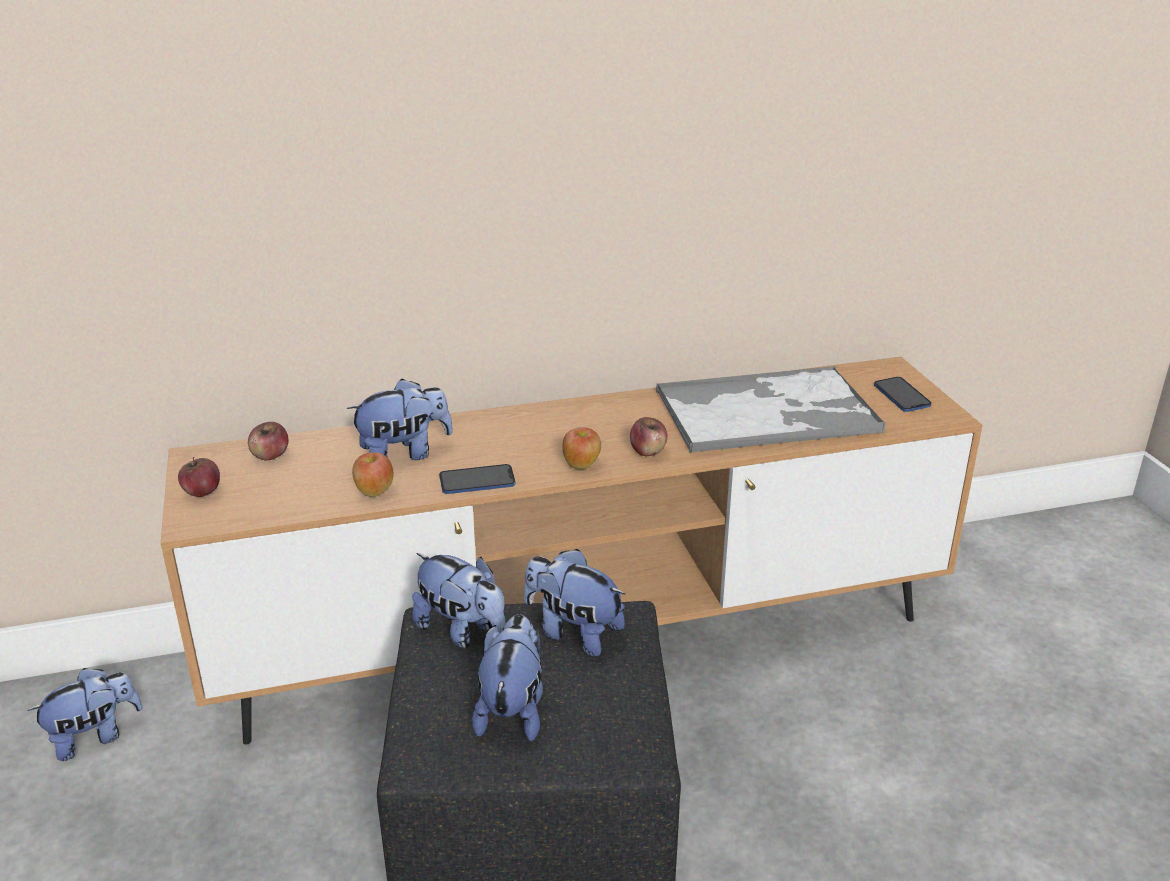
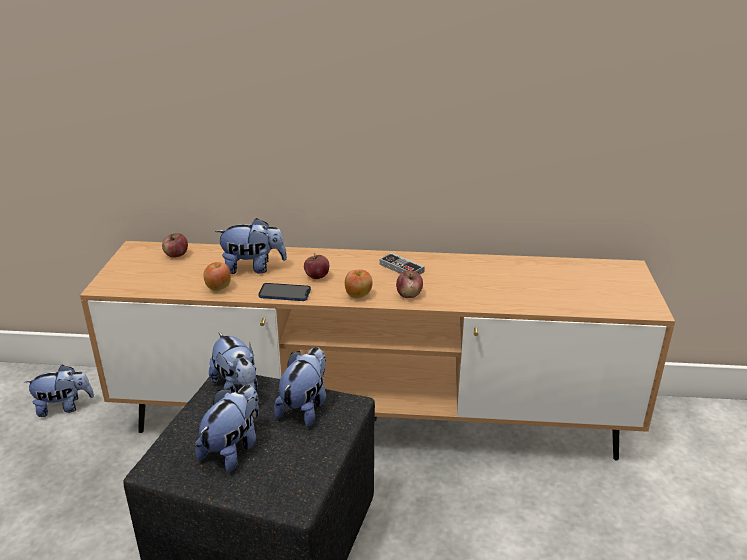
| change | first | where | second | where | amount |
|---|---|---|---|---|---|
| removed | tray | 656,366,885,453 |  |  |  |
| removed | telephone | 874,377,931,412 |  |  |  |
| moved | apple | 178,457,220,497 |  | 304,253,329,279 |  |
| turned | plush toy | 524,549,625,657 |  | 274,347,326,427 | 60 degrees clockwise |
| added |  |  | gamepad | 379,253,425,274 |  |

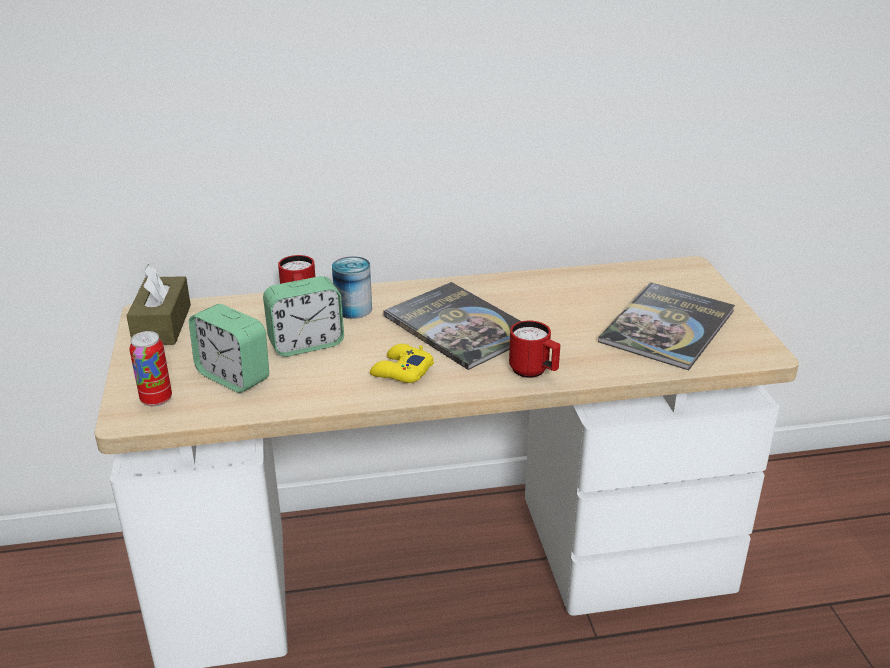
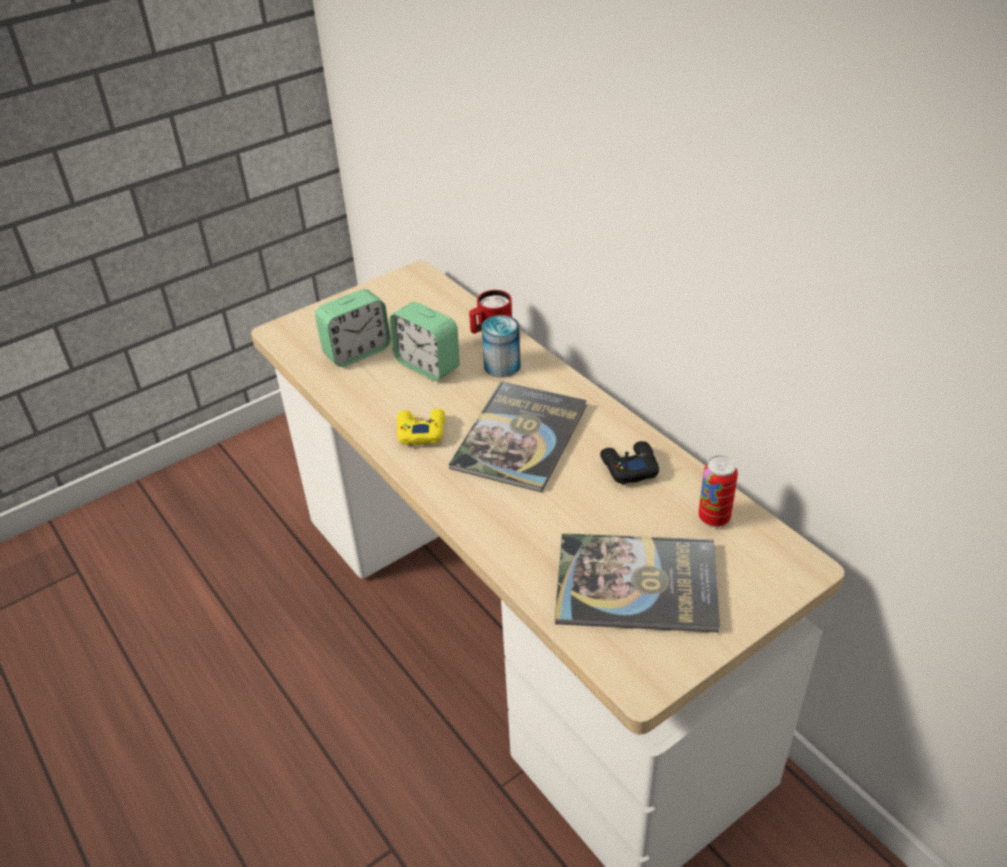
| change | first | where | second | where | amount |
|---|---|---|---|---|---|
| removed | brown-coloured tissue holder | 126,264,191,345 |  |  |  |
| turned | table clock | 189,304,269,393 |  | 315,289,391,367 | 135 degrees counterclockwise |
| removed | red-coloured mug | 509,320,560,378 |  |  |  |
| moved | sealed can | 129,331,172,407 |  | 698,455,738,527 |  |
| added |  |  | blackish gamepad | 600,441,659,484 |  |

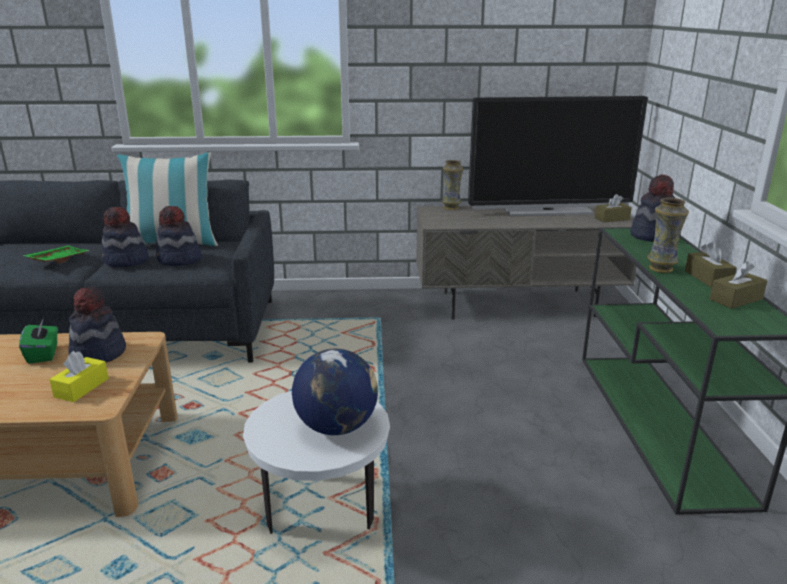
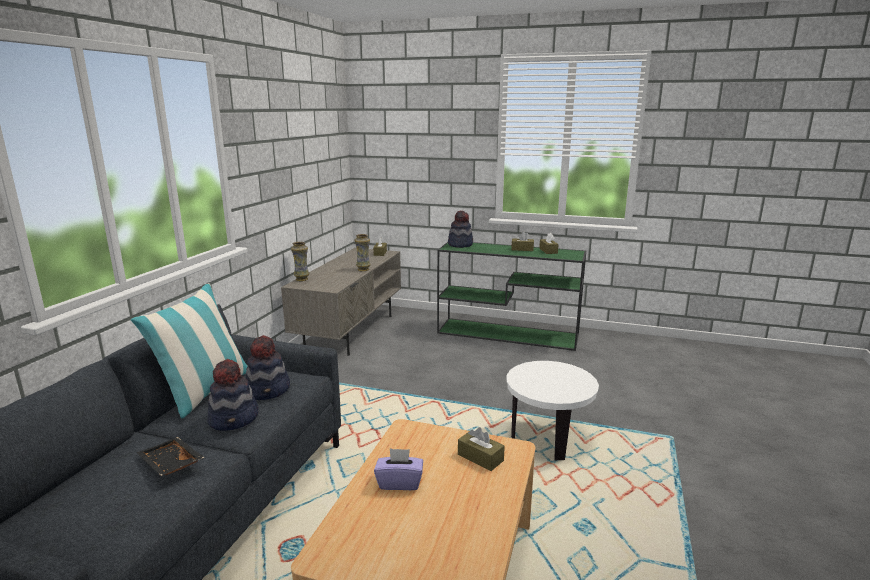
| change | first | where | second | where | amount |
|---|---|---|---|---|---|
| removed | TV | 468,96,648,216 |  |  |  |
| moved | decorative vase | 647,198,689,273 |  | 354,234,371,271 |  |
| recoloured | green-coloured tray | 22,245,90,263 | blackish tray | 136,437,204,476 |  |
| removed | clothing hat | 68,287,126,362 |  |  |  |
| recoloured | green-coloured tissue holder | 19,318,58,364 | purplish tissue holder | 374,448,423,490 |  |
| removed | desk globe | 292,349,378,435 |  |  |  |
| recoloured | yellow tissue holder | 49,351,109,402 | brown-coloured tissue holder | 458,427,505,471 |  |

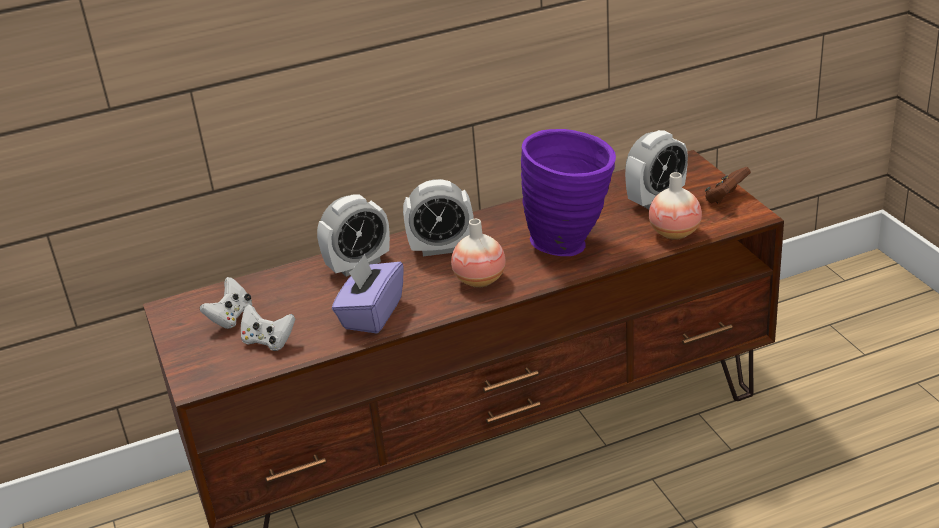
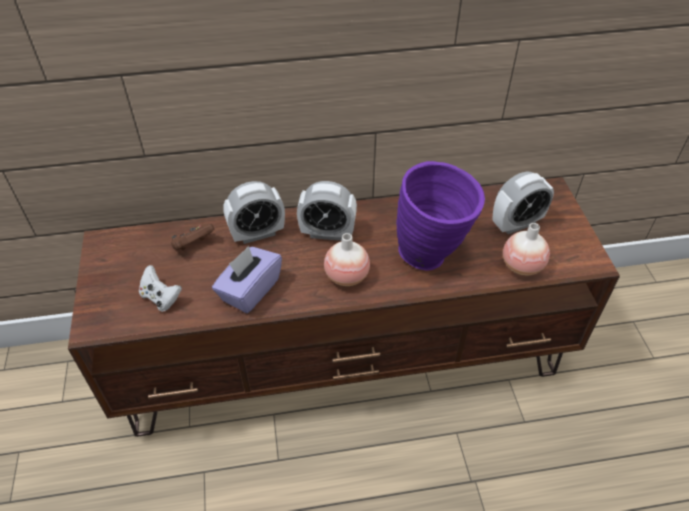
| change | first | where | second | where | amount |
|---|---|---|---|---|---|
| moved | brown-coloured gamepad | 705,167,751,204 |  | 171,224,215,250 |  |
| removed | white-coloured gamepad | 200,277,252,329 |  |  |  |

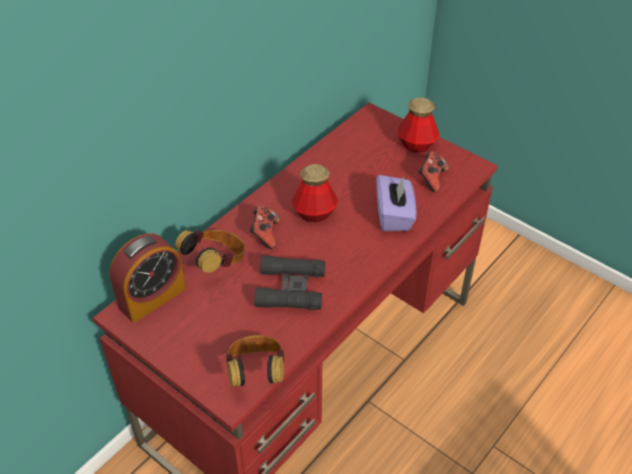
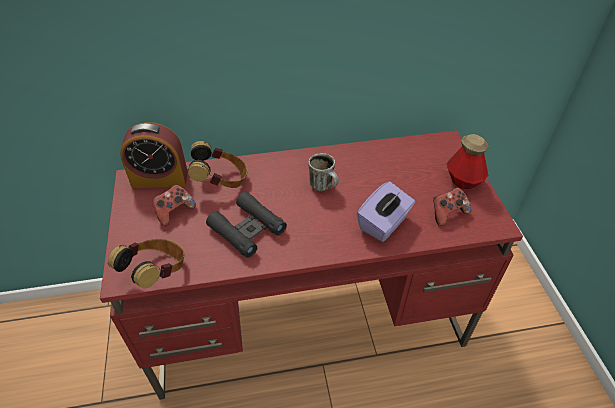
| change | first | where | second | where | amount |
|---|---|---|---|---|---|
| replaced | beverage bottle | 291,164,338,222 | mug | 308,153,338,191 |  |
| moved | gamepad | 249,206,280,249 |  | 152,185,196,226 |  |

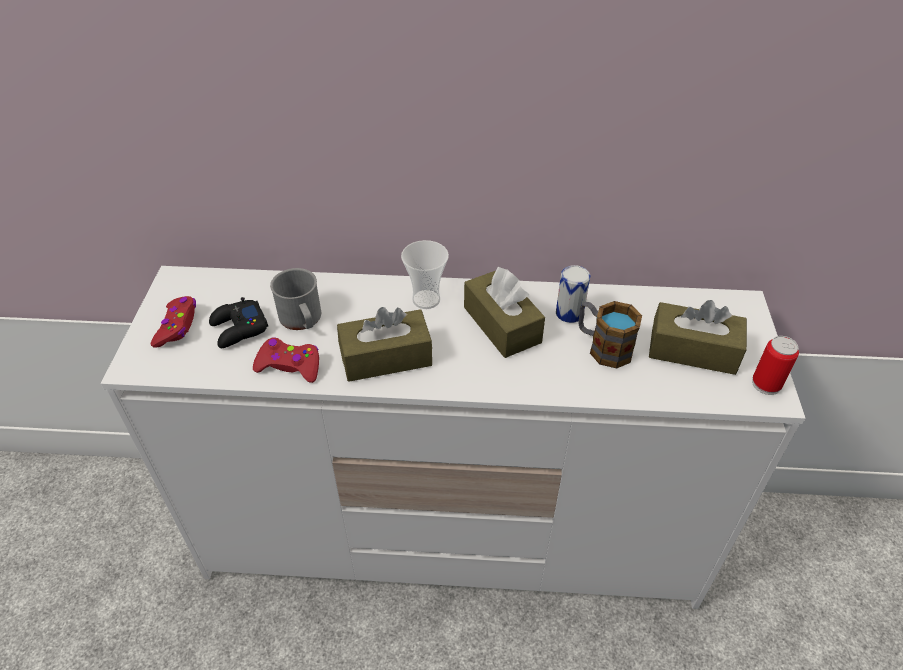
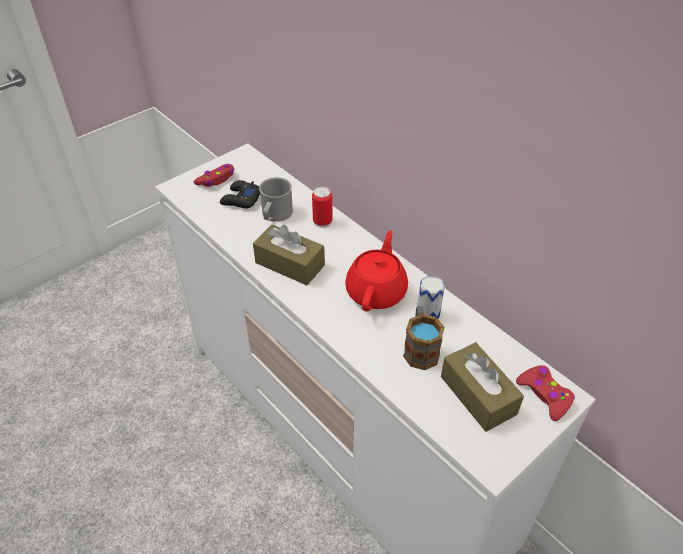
| change | first | where | second | where | amount |
|---|---|---|---|---|---|
| removed | small cup | 401,240,449,309 |  |  |  |
| replaced | brown-coloured tissue holder | 464,267,545,358 | red-coloured tea pot | 345,230,408,312 |  |
| moved | sealed can | 752,336,799,395 |  | 312,186,333,228 |  |
| moved | red-coloured gamepad | 253,338,319,383 |  | 516,365,575,421 |  |

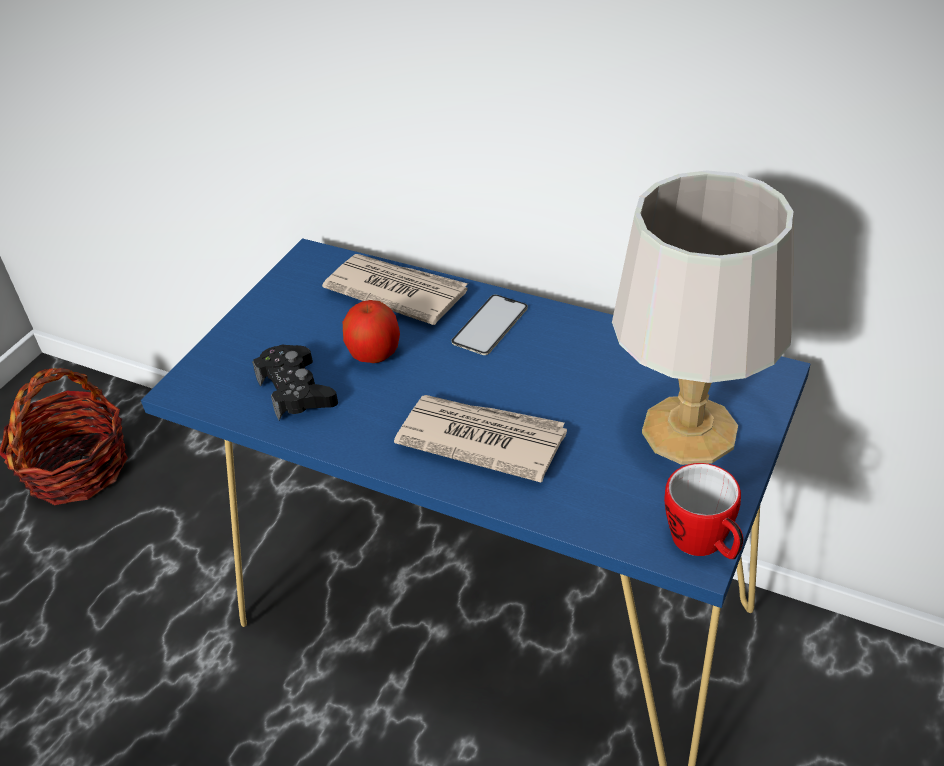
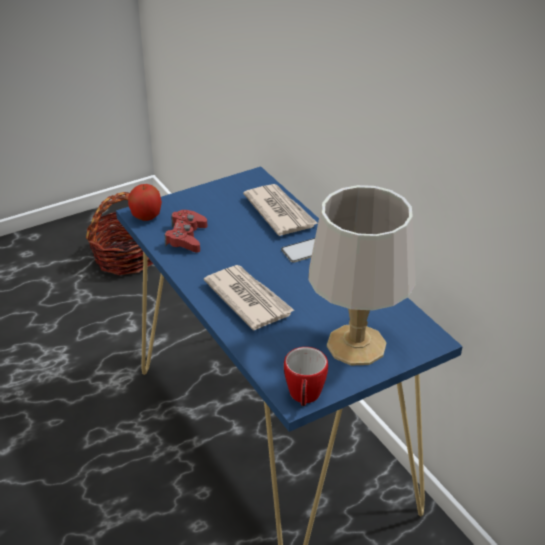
| change | first | where | second | where | amount |
|---|---|---|---|---|---|
| moved | apple | 343,300,400,363 |  | 128,184,162,221 |  |
| recoloured | blackish gamepad | 252,344,338,420 | red-coloured gamepad | 165,210,208,252 |  |

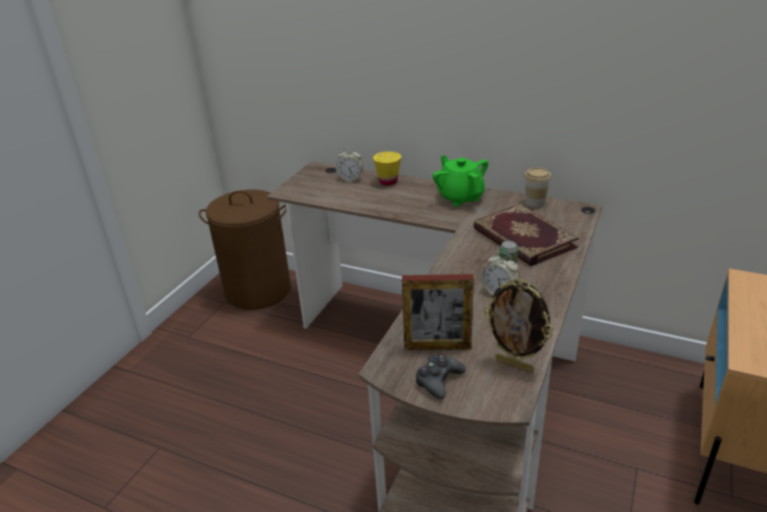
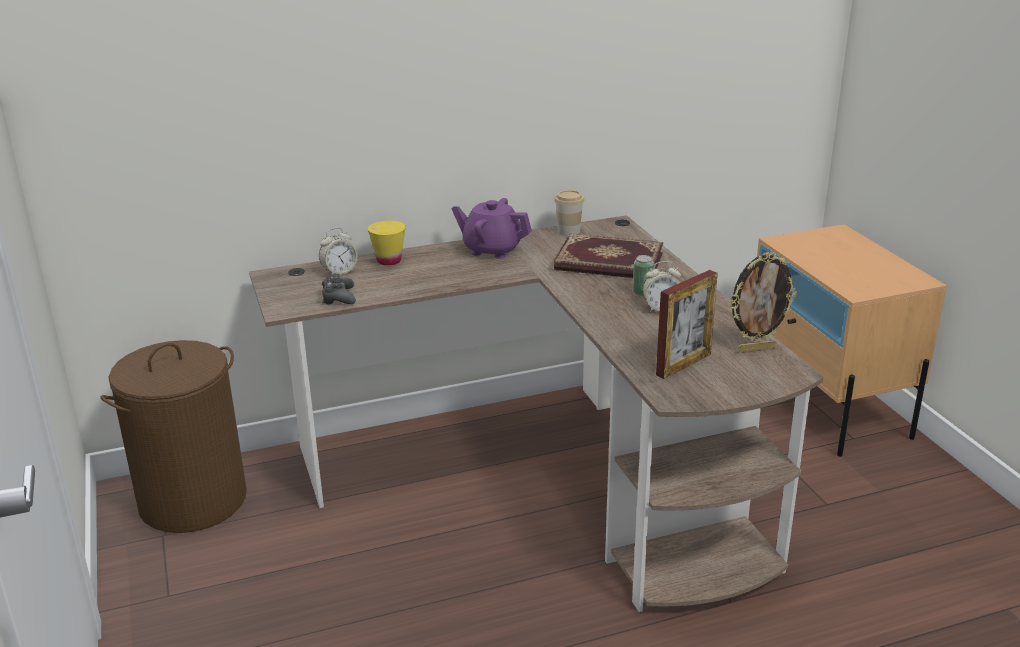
| change | first | where | second | where | amount |
|---|---|---|---|---|---|
| recoloured | green-coloured tea pot | 432,155,488,207 | purplish tea pot | 451,198,532,259 |  |
| moved | blackish gamepad | 415,354,466,399 |  | 322,276,356,305 |  |

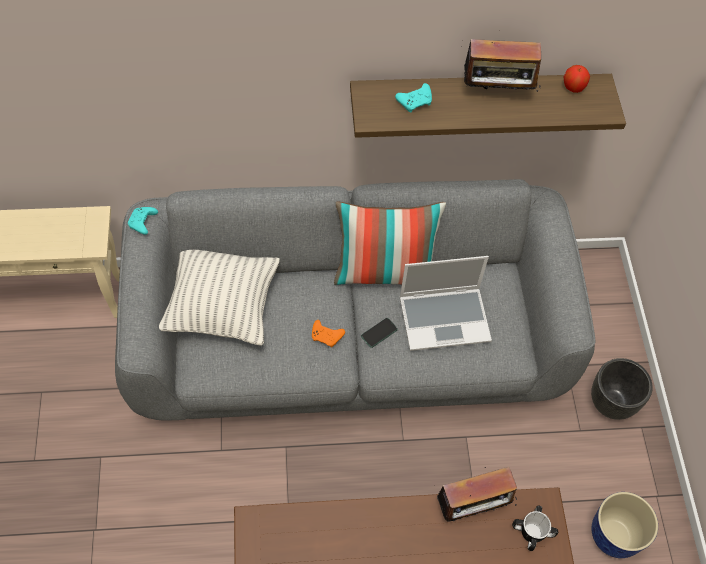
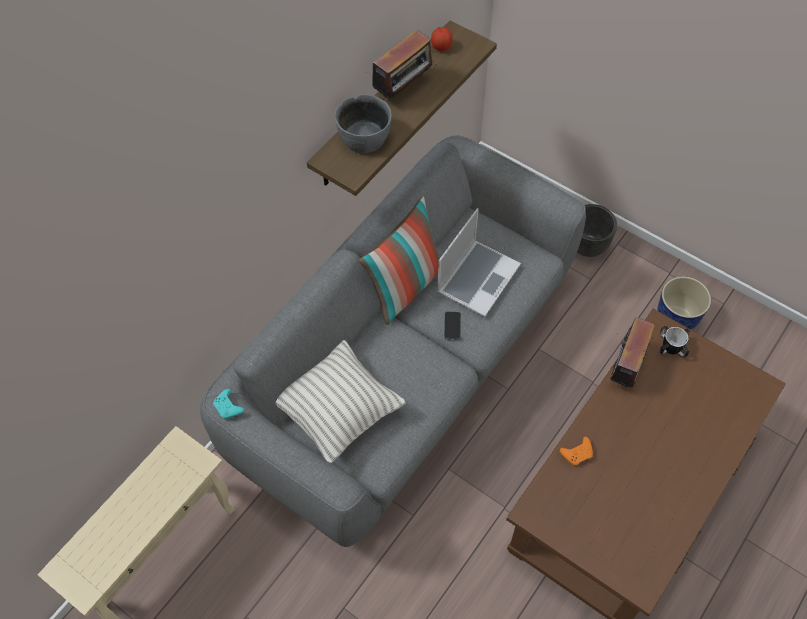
| change | first | where | second | where | amount |
|---|---|---|---|---|---|
| replaced | turquoise gamepad | 395,83,432,113 | gray serving bowl | 334,94,392,153 |  |
| moved | orangey gamepad | 312,320,345,347 |  | 560,437,593,466 |  |

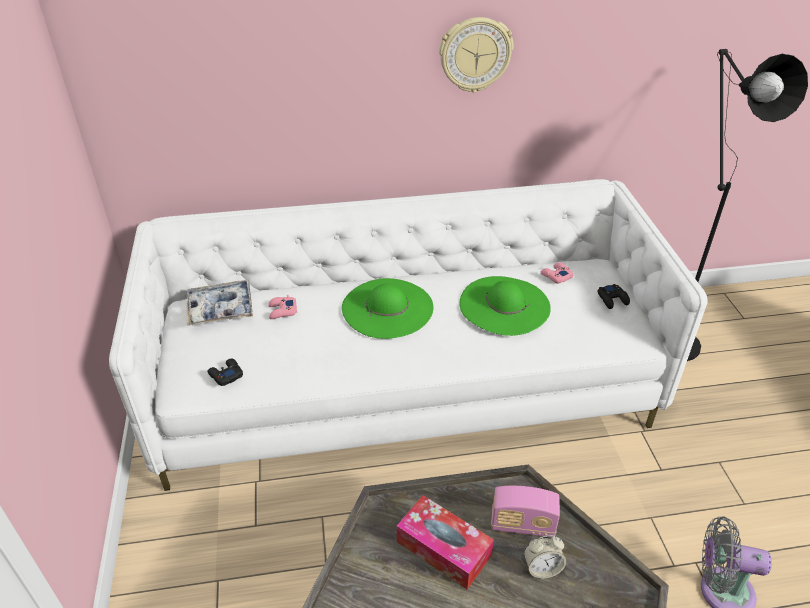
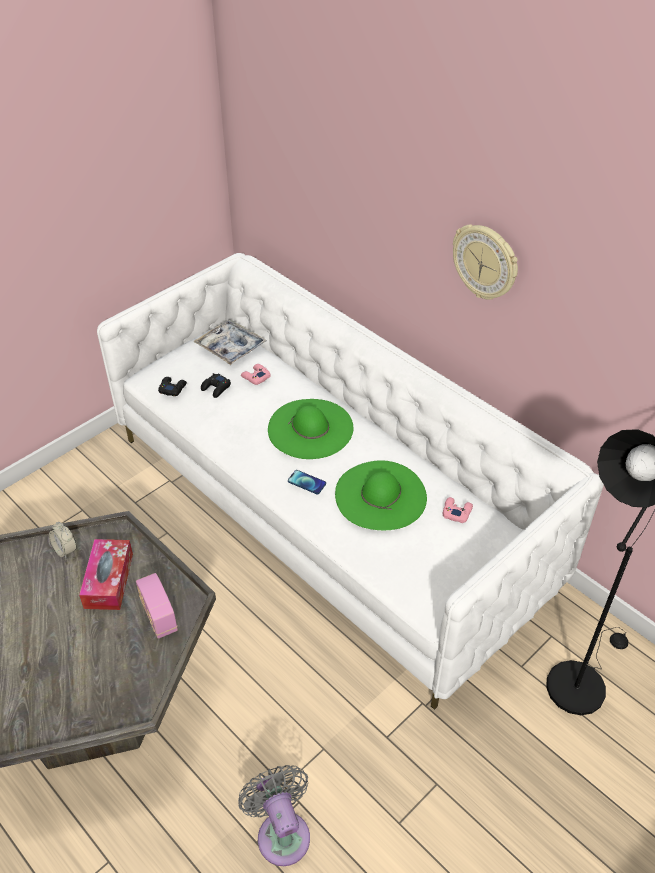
| change | first | where | second | where | amount |
|---|---|---|---|---|---|
| moved | blackish gamepad | 598,284,630,309 |  | 201,373,231,398 |  |
| moved | table clock | 524,535,566,579 |  | 49,522,77,559 |  |
| added |  |  | telephone | 288,470,326,494 |  |

